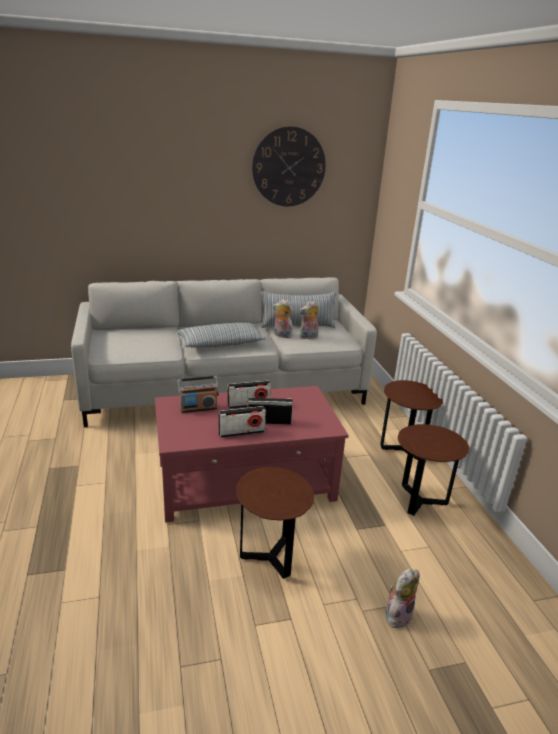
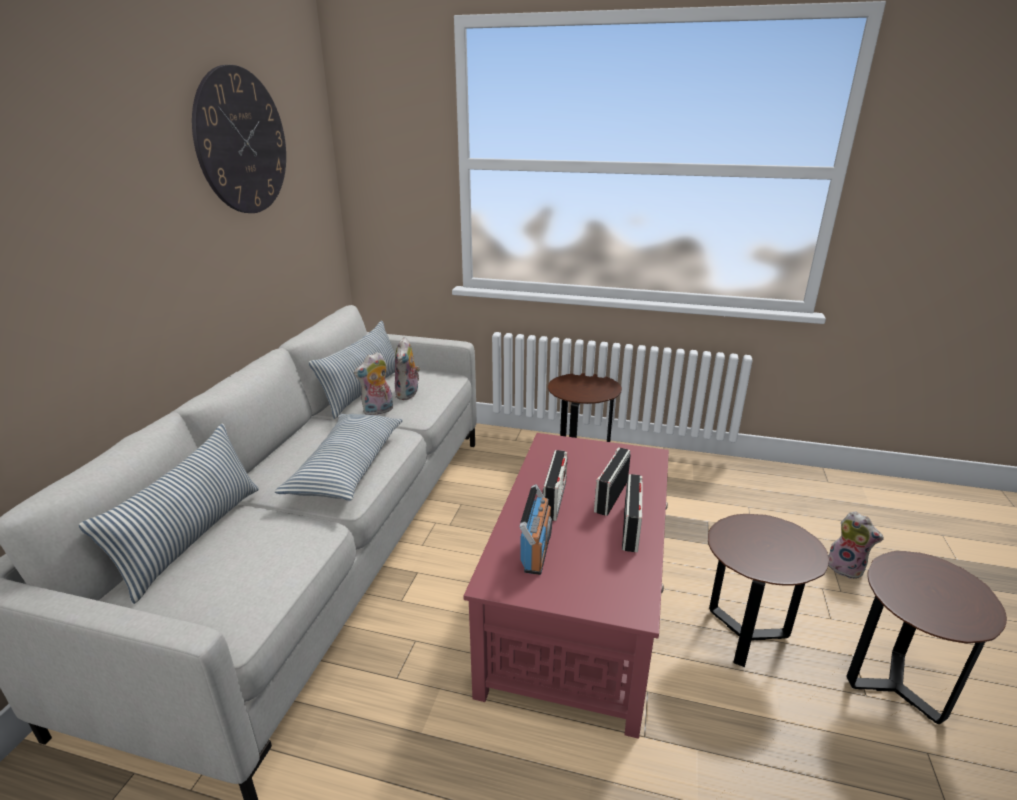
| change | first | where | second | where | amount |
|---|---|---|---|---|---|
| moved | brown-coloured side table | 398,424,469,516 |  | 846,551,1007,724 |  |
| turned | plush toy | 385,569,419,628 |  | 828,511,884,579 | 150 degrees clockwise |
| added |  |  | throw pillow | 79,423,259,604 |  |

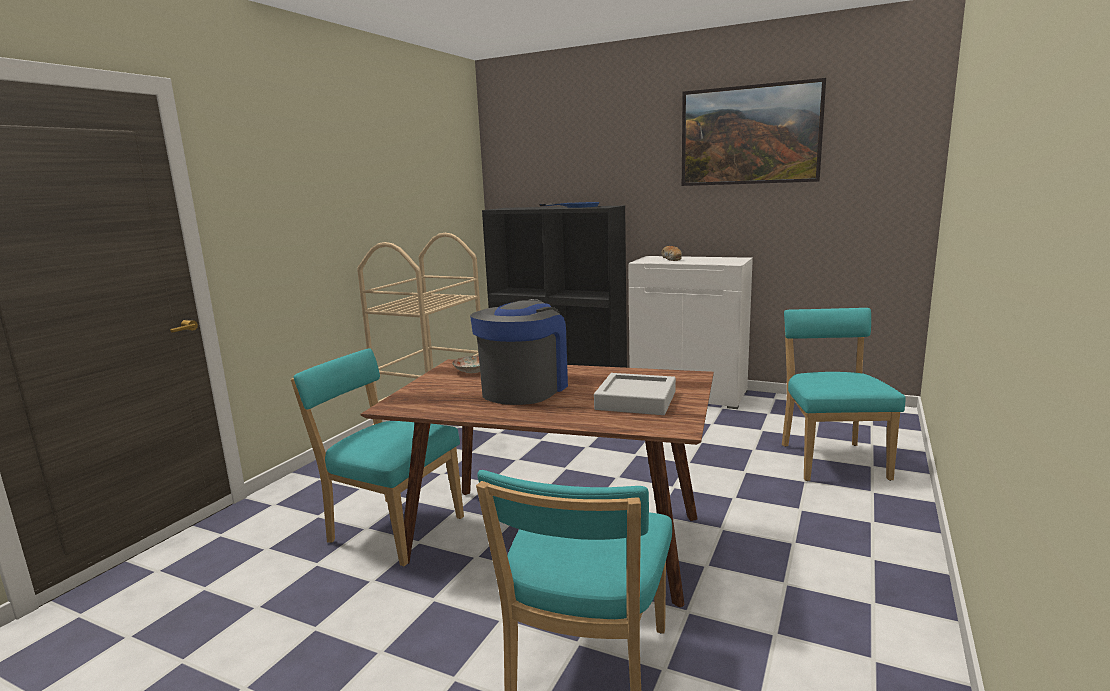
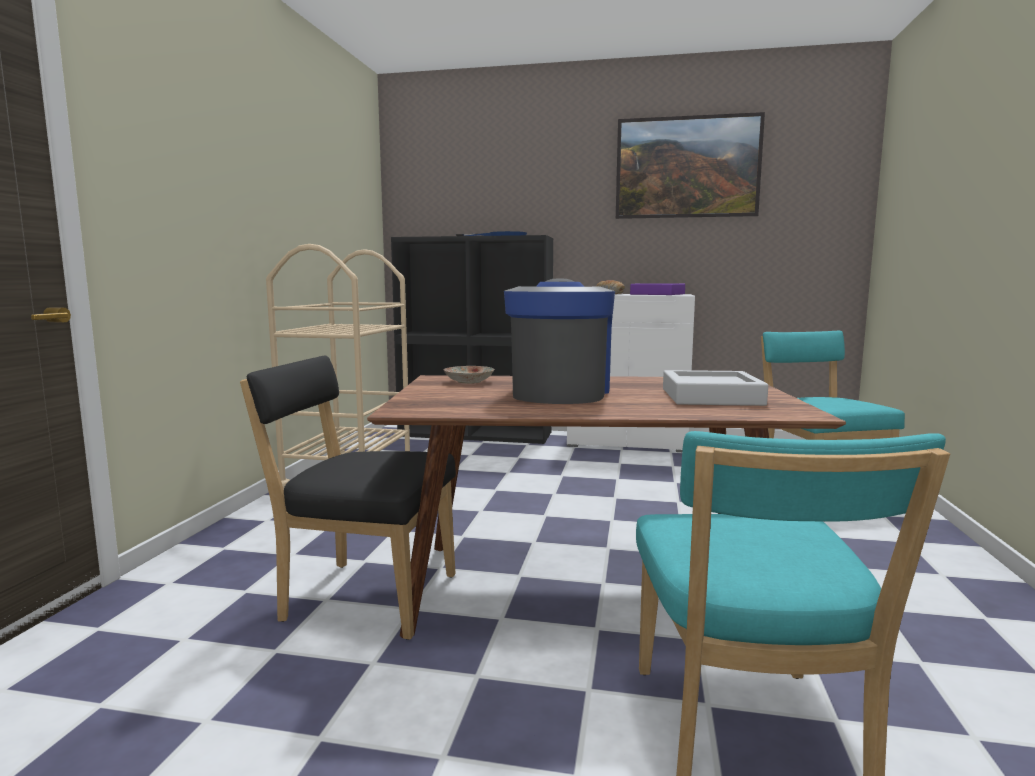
| change | first | where | second | where | amount |
|---|---|---|---|---|---|
| recoloured | turquoise upright chair | 291,348,464,566 | blackish upright chair | 240,356,456,640 |  |
| added |  |  | purplish tray | 630,283,685,295 |  |

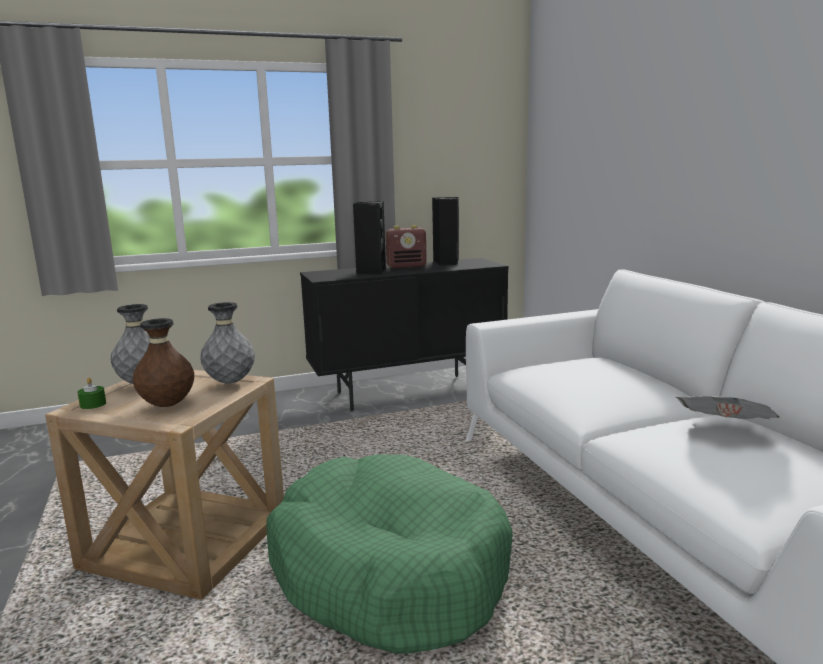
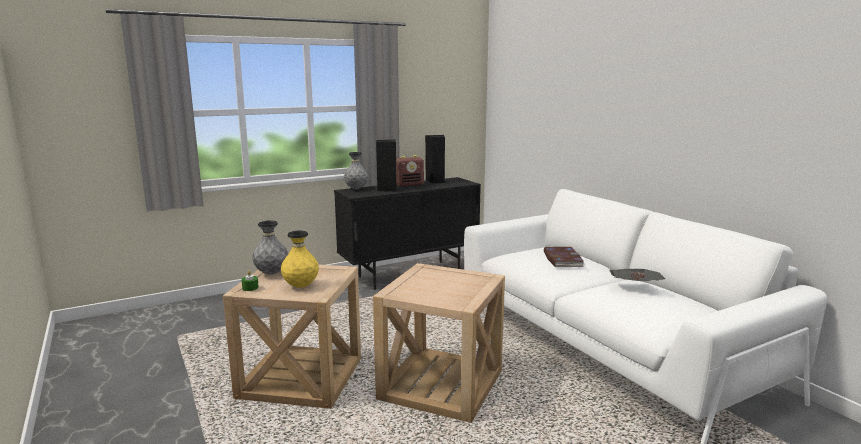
| change | first | where | second | where | amount |
|---|---|---|---|---|---|
| moved | gray decorative vase | 200,302,255,383 |  | 344,152,368,189 |  |
| recoloured | brown-coloured decorative vase | 133,318,194,407 | yellow decorative vase | 281,231,319,288 |  |
| replaced | green-coloured dog bed | 266,454,513,654 | beige-coloured side table | 373,263,505,423 |  |
| added |  |  | volume | 544,247,585,267 |  |

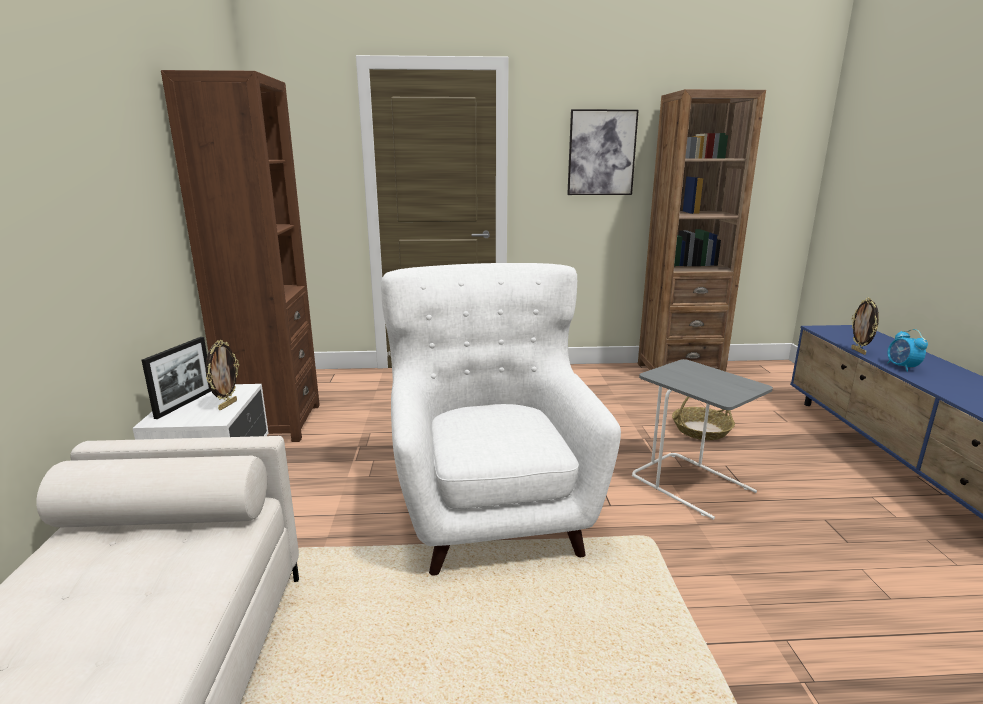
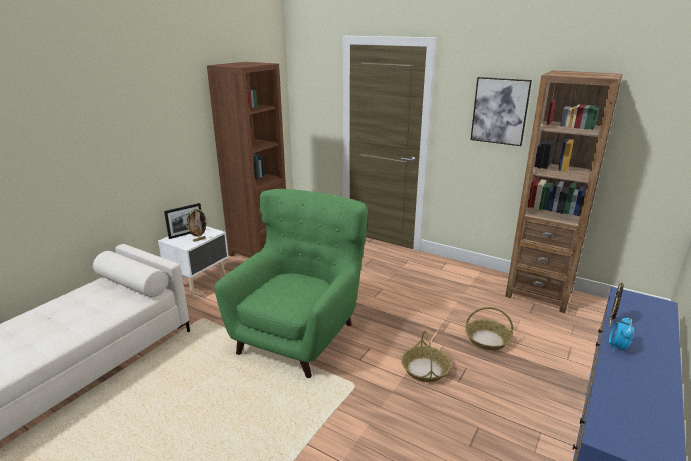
| change | first | where | second | where | amount |
|---|---|---|---|---|---|
| recoloured | white-coloured lounge chair | 381,263,621,576 | green-coloured lounge chair | 215,189,368,378 |  |
| replaced | gray side table | 632,359,773,520 | storage basket | 401,330,451,382 |  |

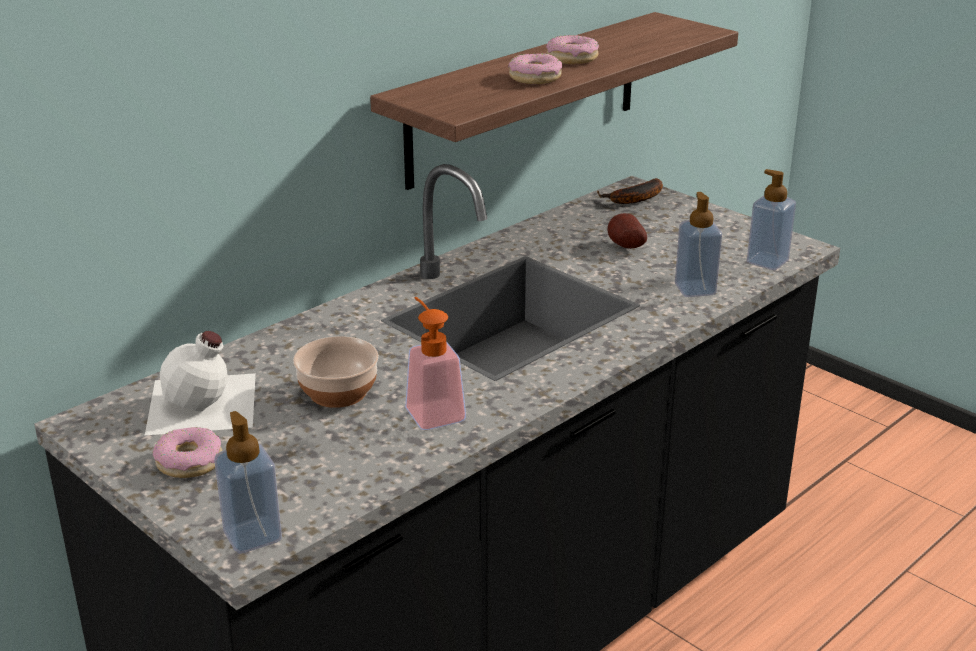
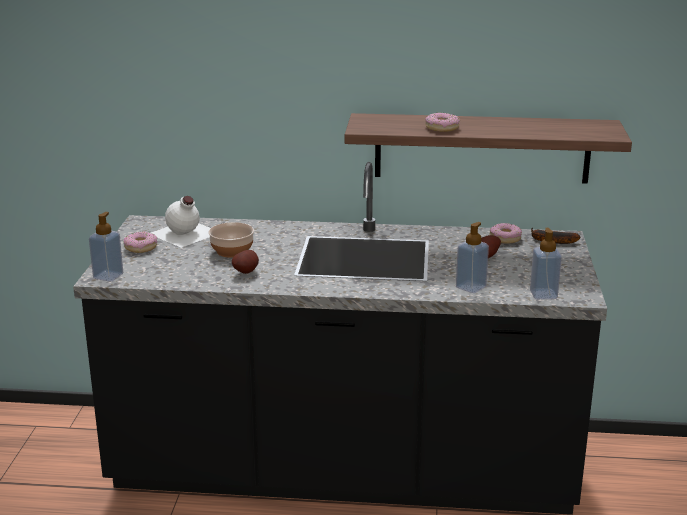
| change | first | where | second | where | amount |
|---|---|---|---|---|---|
| moved | donut | 546,35,599,64 |  | 490,223,522,244 |  |
| replaced | soap bottle | 405,297,466,430 | potato | 232,250,259,274 |  |

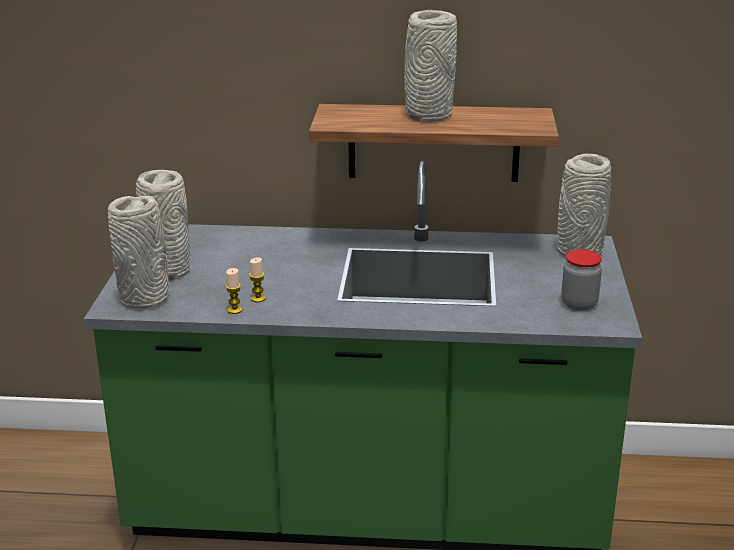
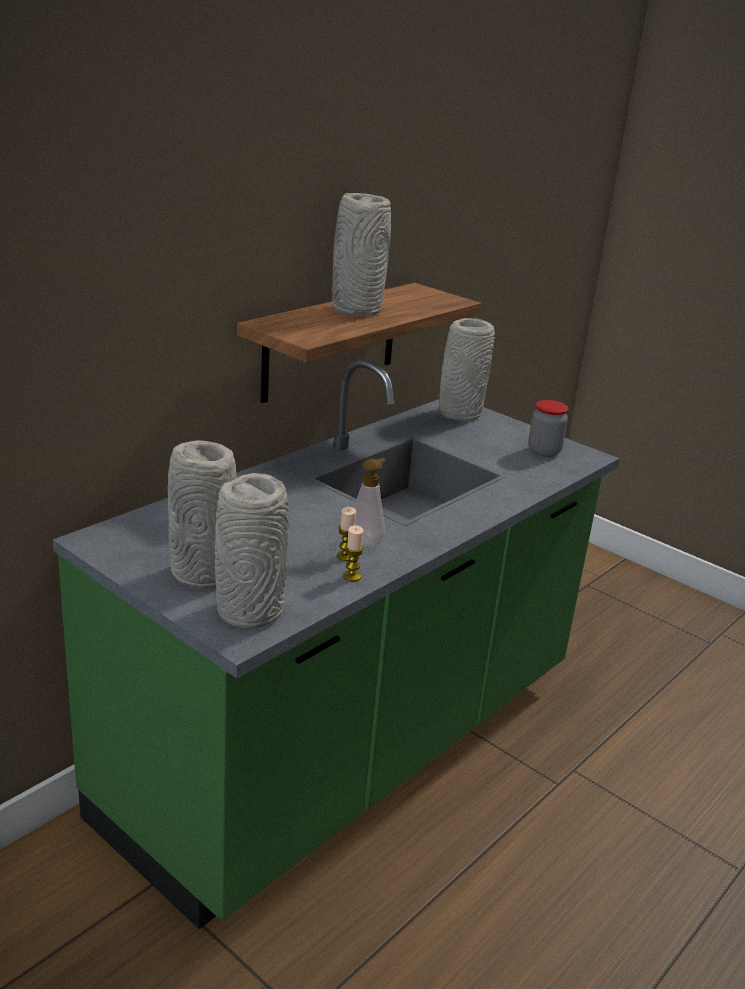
| change | first | where | second | where | amount |
|---|---|---|---|---|---|
| added |  |  | soap bottle | 354,458,386,547 |  |

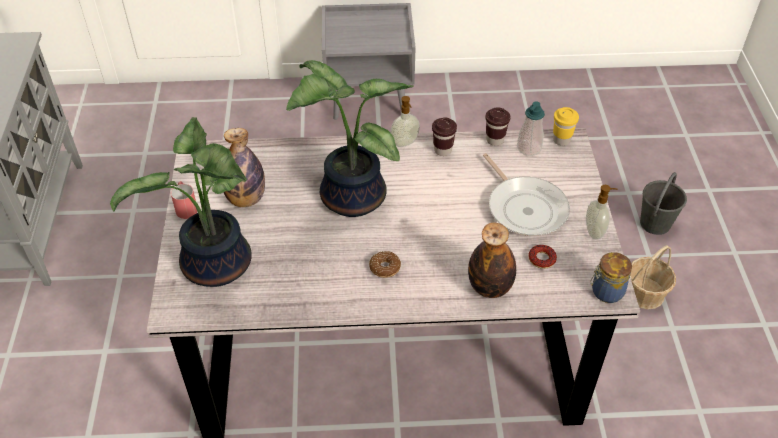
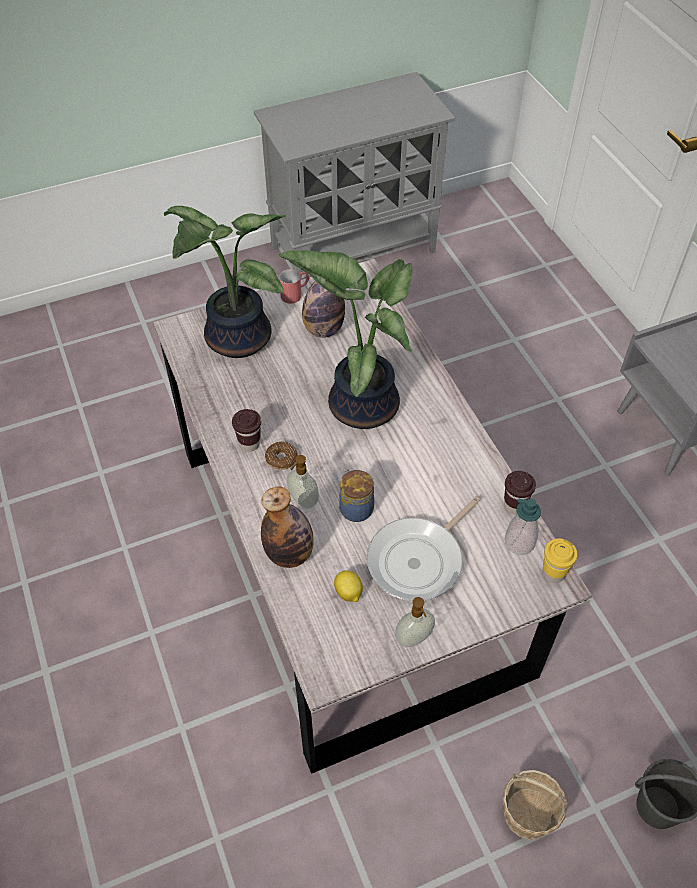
| change | first | where | second | where | amount |
|---|---|---|---|---|---|
| moved | soap bottle | 390,96,420,147 |  | 286,455,319,508 |  |
| moved | brown-coloured small cup | 432,117,457,156 |  | 232,409,261,452 |  |
| replaced | donut | 528,245,557,269 | whole lemon | 334,570,363,602 |  |
| moved | jar | 590,252,632,303 |  | 339,469,374,522 |  |

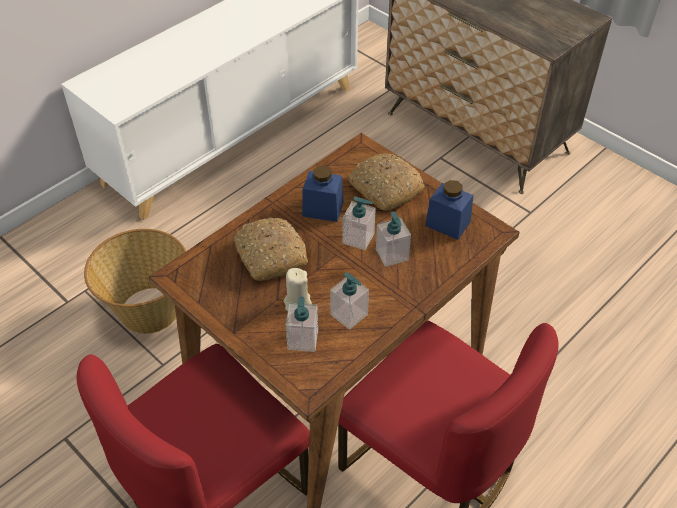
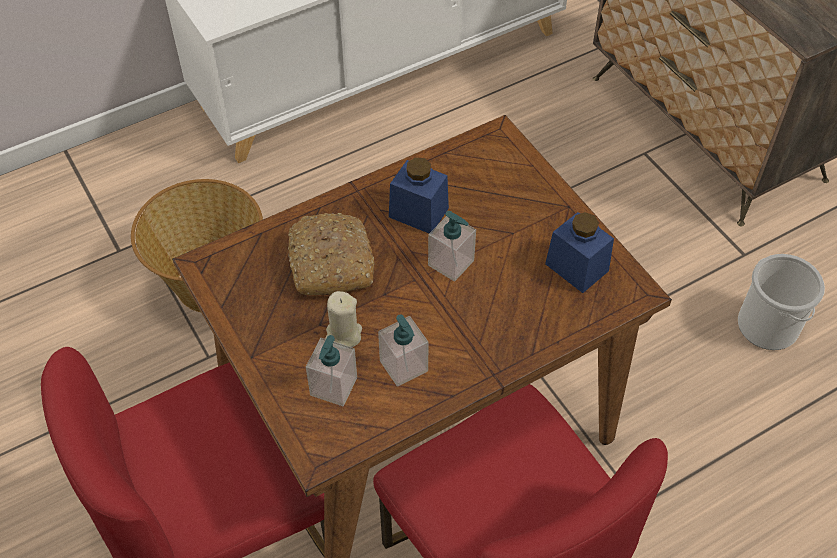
| change | first | where | second | where | amount |
|---|---|---|---|---|---|
| removed | baked bread | 348,153,425,211 |  |  |  |
| removed | soap bottle | 376,211,411,267 |  |  |  |
| added |  |  | bucket | 738,254,825,350 |  |

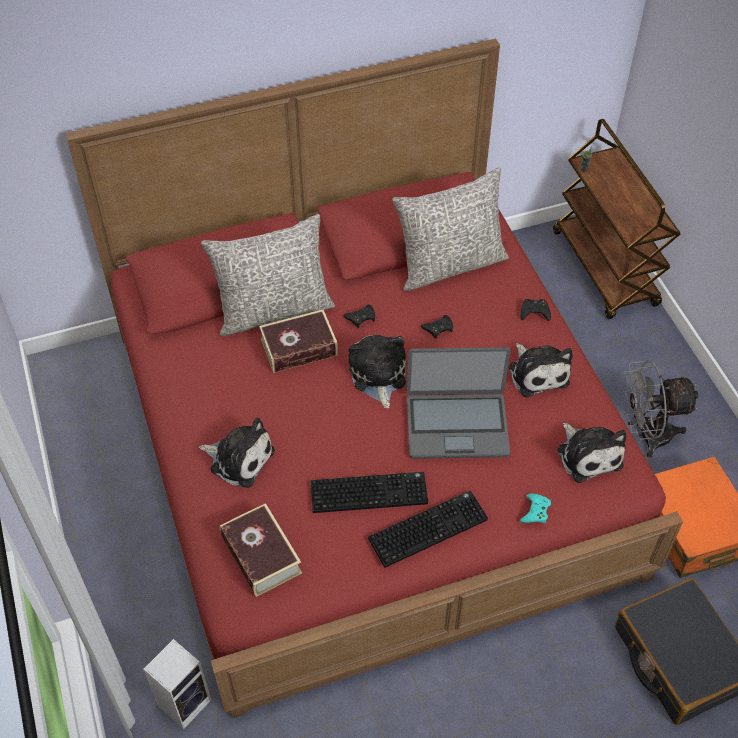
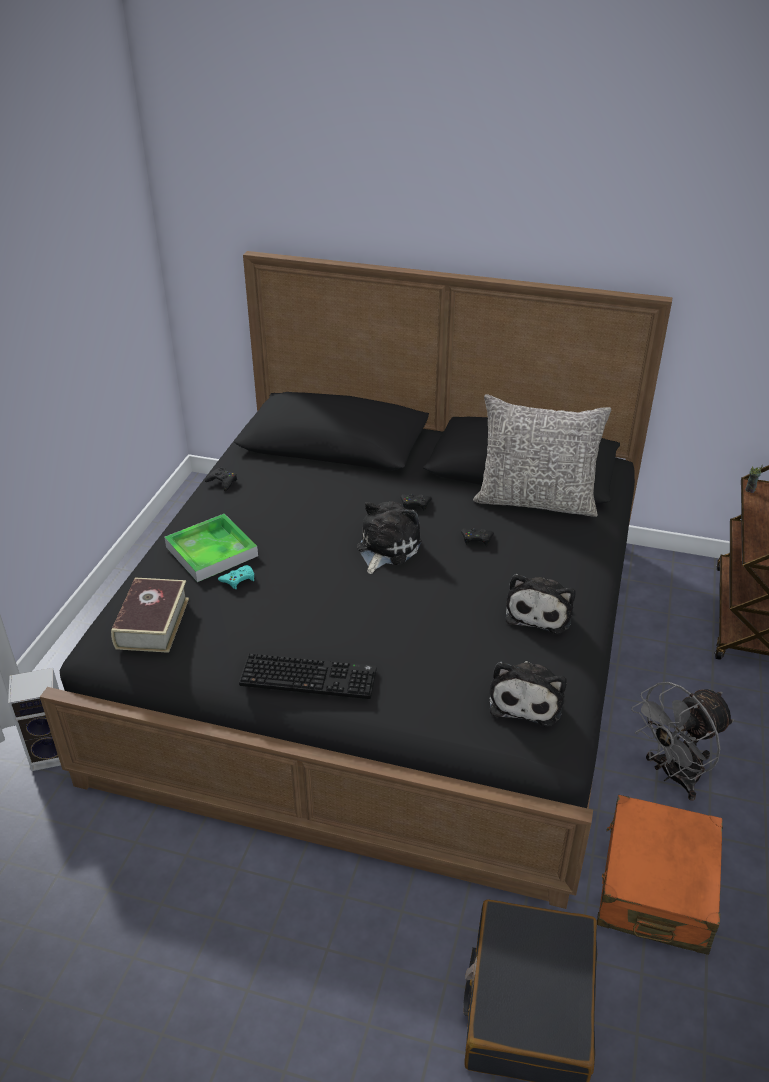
| change | first | where | second | where | amount |
|---|---|---|---|---|---|
| recoloured | red-coloured bed | 65,38,683,719 | blackish bed | 40,251,672,909 |  |
| removed | gray throw pillow | 201,214,335,336 |  |  |  |
| moved | blackish gamepad | 520,299,551,321 |  | 205,467,237,491 |  |
| removed | volume | 259,310,338,373 |  |  |  |
| removed | portable computer | 407,347,511,459 |  |  |  |
| turned | gray fan | 622,360,699,458 |  | 631,682,734,801 | 60 degrees counterclockwise |
| replaced | plush toy | 199,418,275,488 | tray | 164,514,258,582 |  |
| removed | computer keyboard | 311,472,428,513 |  |  |  |
| moved | turquoise gamepad | 520,493,551,523 |  | 218,565,254,589 |  |

